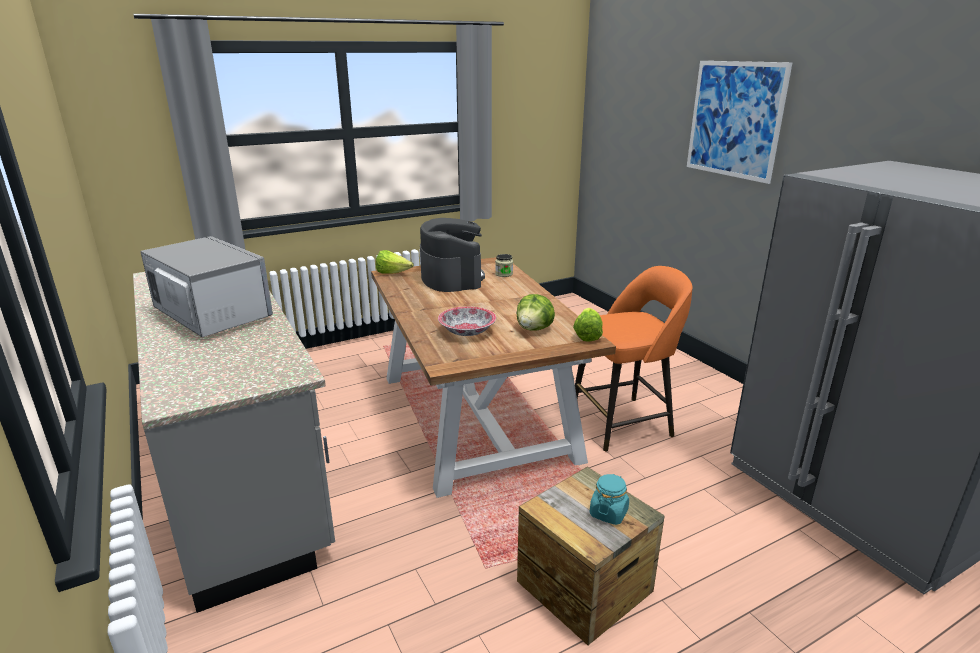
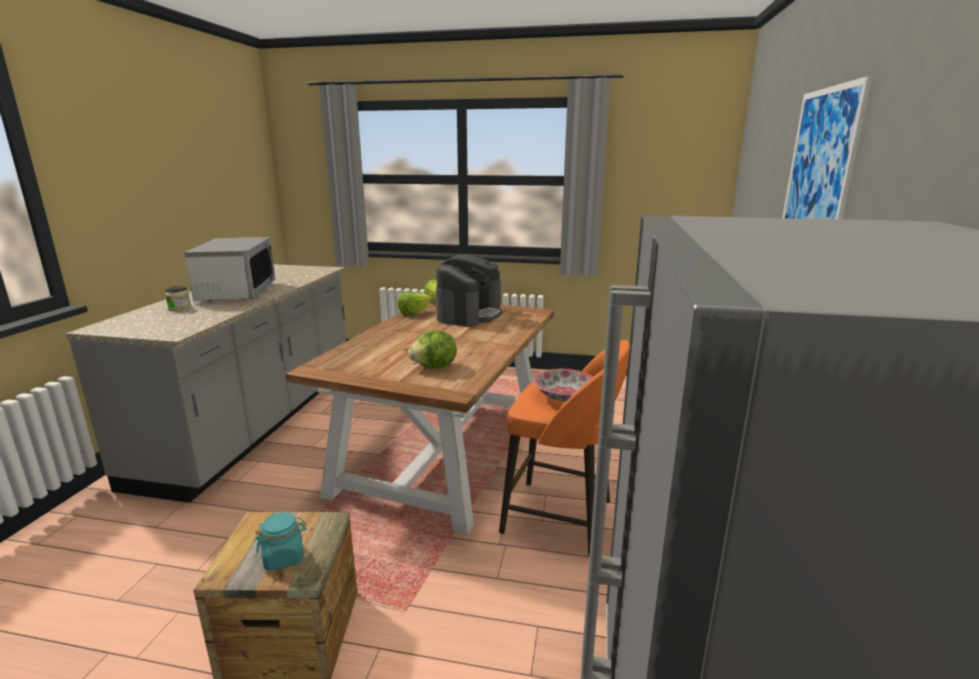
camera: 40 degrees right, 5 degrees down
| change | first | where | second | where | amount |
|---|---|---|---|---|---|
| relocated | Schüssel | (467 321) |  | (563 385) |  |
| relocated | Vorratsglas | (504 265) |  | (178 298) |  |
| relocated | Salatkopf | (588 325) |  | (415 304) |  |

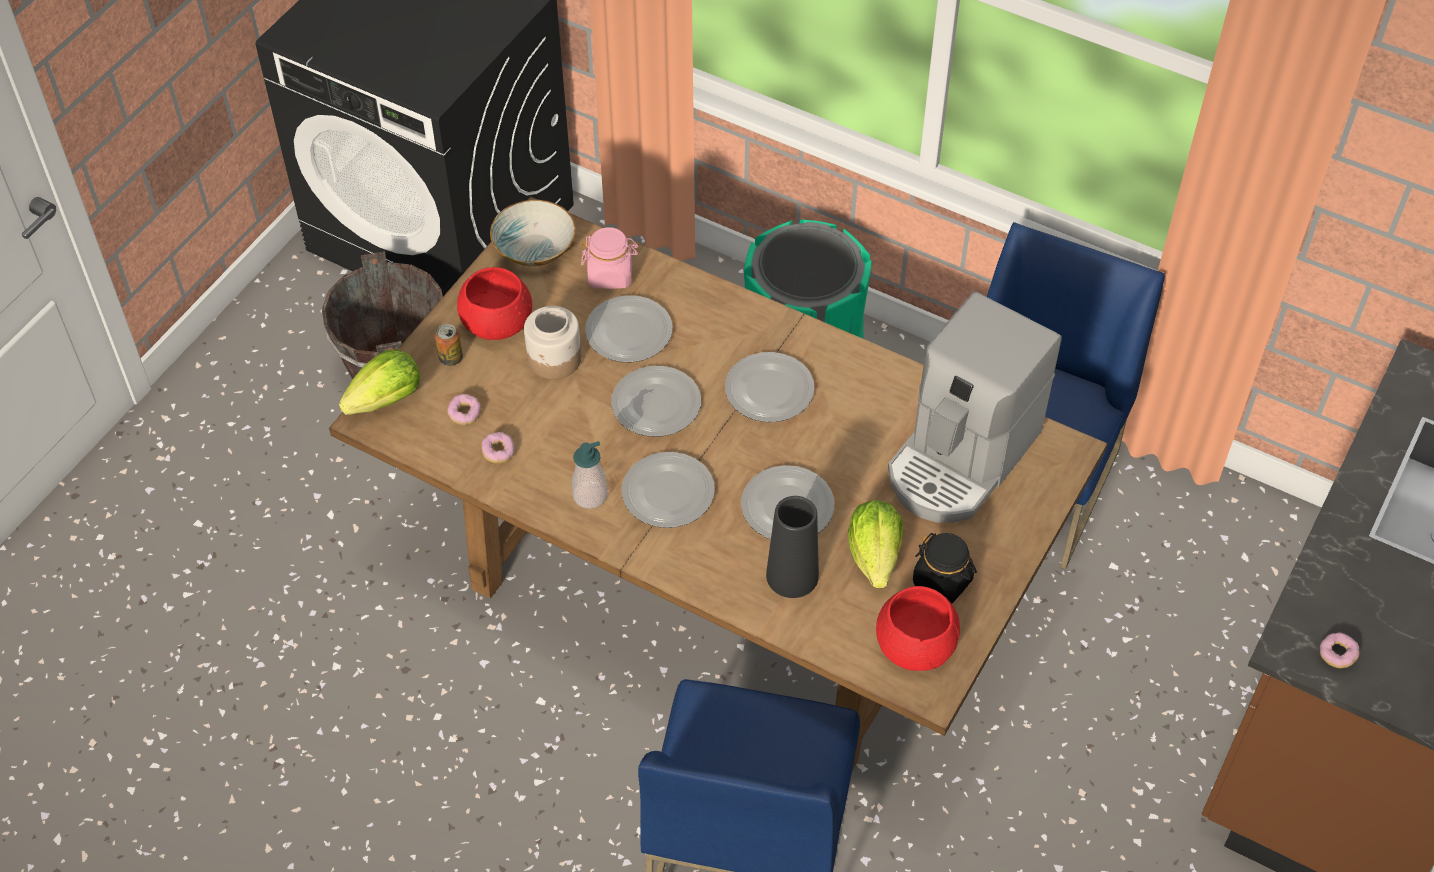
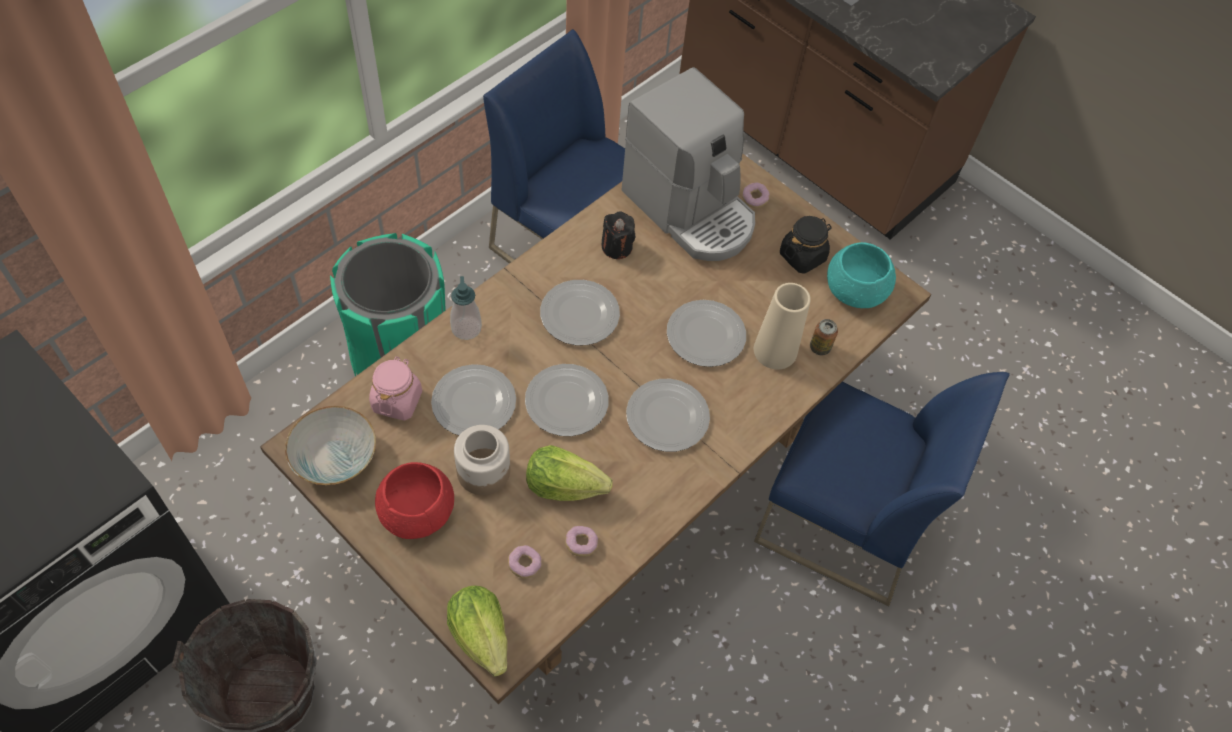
camera: 80 degrees left, 5 degrees up
| change | first | where | second | where | amount |
|---|---|---|---|---|---|
| appeared |  |  | Kerze/schwarz | (618 235) |  |
| relocated | Dose | (449 345) |  | (824 337) |  |
| relocated | Seifenspender | (590 475) |  | (466 308) |  |
| relocated | Salatkopf | (875 544) |  | (569 473) |  |
| relocated | Donut | (1340 650) |  | (756 195) |  |
| colour | Vase/schwarz | (792 547) | Vase/beige | (782 326) |  |
| colour | Schüssel/rot | (918 628) | Schüssel/türkis | (861 275) |  |

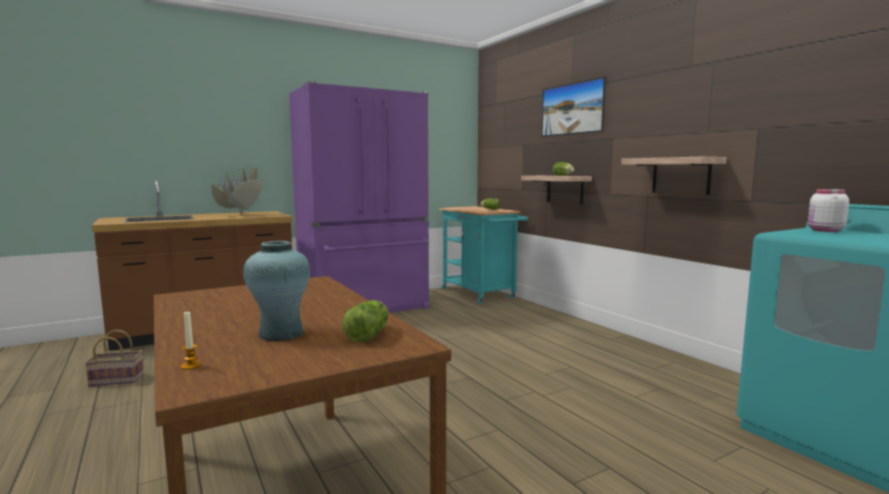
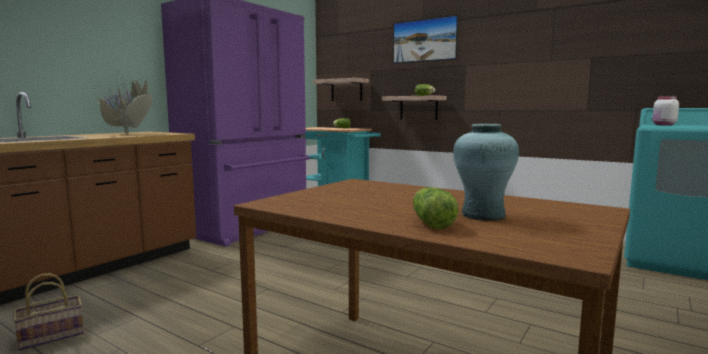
camera: 25 degrees left, 0 degrees up
| change | first | where | second | where | amount |
|---|---|---|---|---|---|
| missing | Kerze | (191 341) |  |  |  |
| relocated | Salatkopf | (365 321) |  | (435 208) |  |
| relocated | Wandregal | (674 176) |  | (341 89) |  |

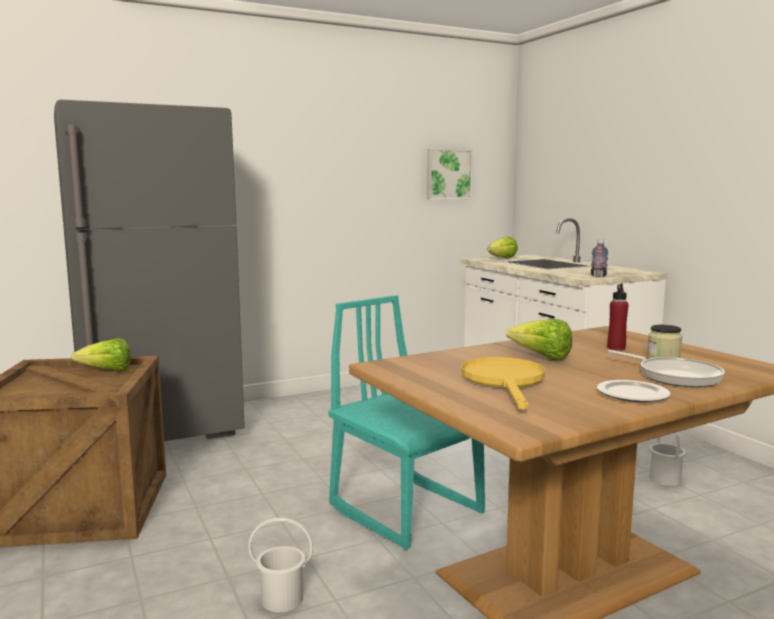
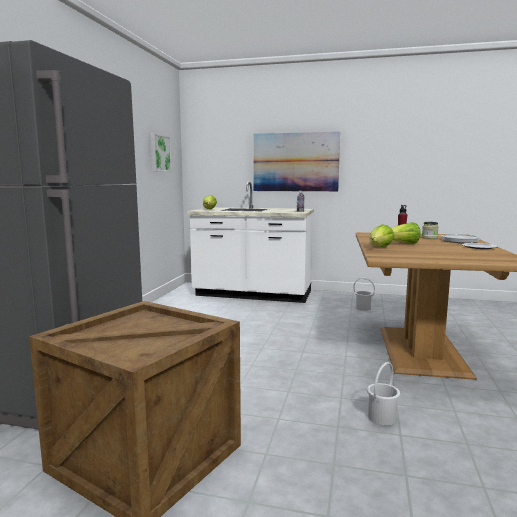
camera: 50 degrees left, 0 degrees up
| change | first | where | second | where | amount |
|---|---|---|---|---|---|
| missing | Stuhl/türkis | (407 422) |  |  |  |
| missing | Pfanne/gelb | (503 383) |  |  |  |
| appeared |  |  | Bild | (296 162) |  |
| relocated | Salatkopf | (101 354) |  | (381 235) |  |

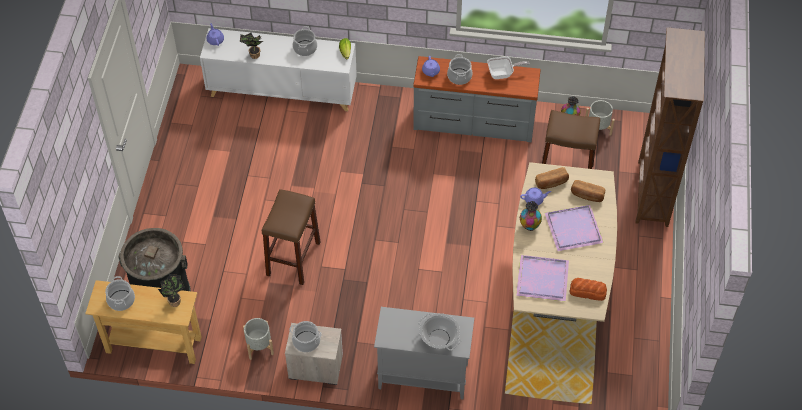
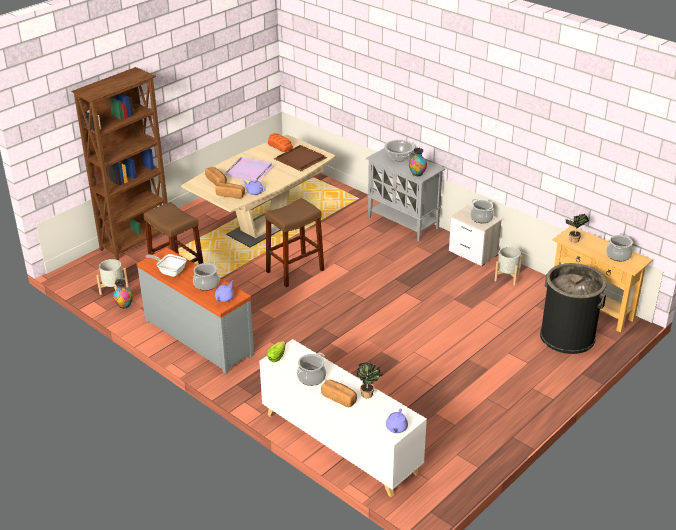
camera: 145 degrees left, 20 degrees down
| change | first | where | second | where | amount |
|---|---|---|---|---|---|
| appeared |  |  | Brot | (339 393) |  |
| relocated | Hocker/braun | (291 237) |  | (294 242) |  |
| relocated | Vase | (531 216) |  | (418 162) |  |
| colour | Tablett/lila | (542 278) | Tablett/braun | (300 158) |  |

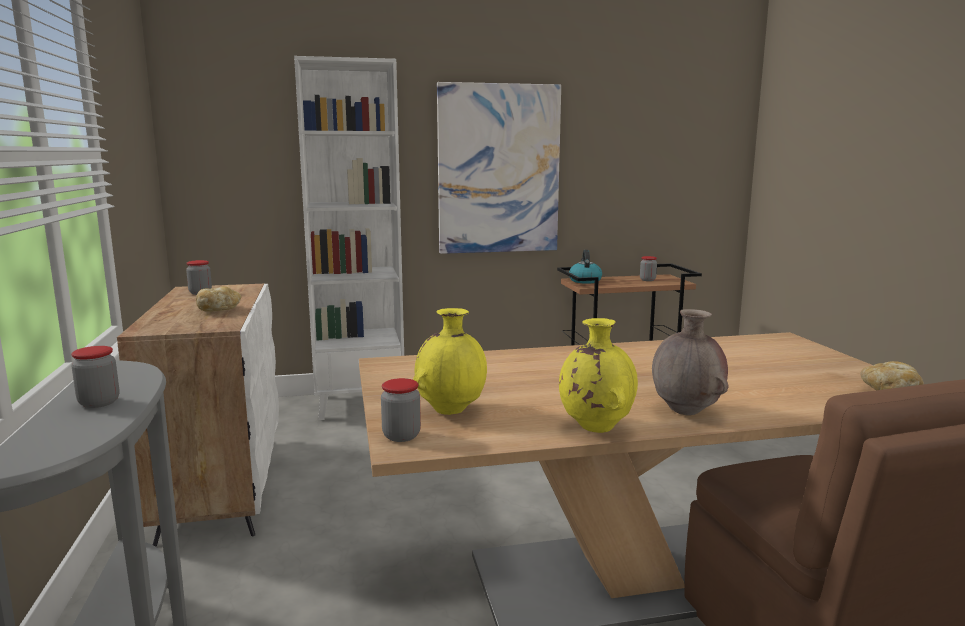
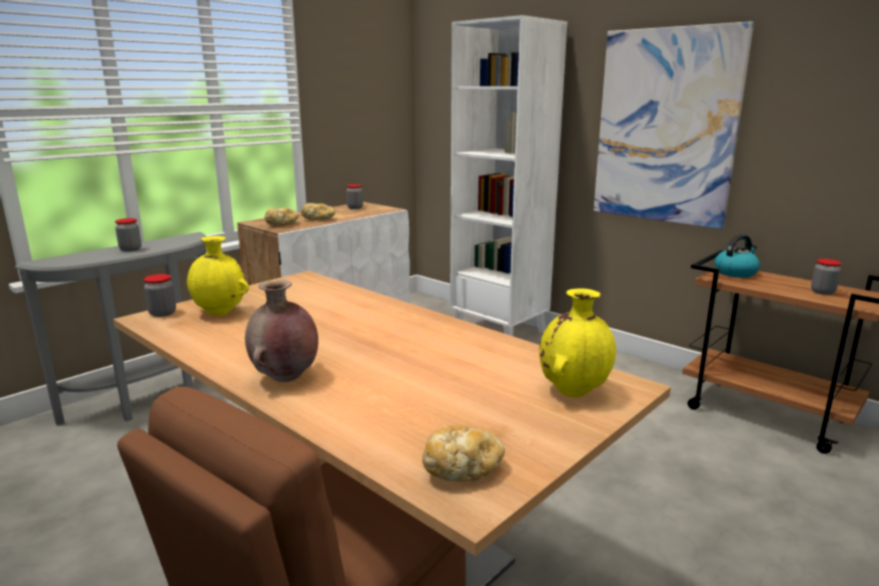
camera: 55 degrees right, 5 degrees up
| change | first | where | second | where | amount |
|---|---|---|---|---|---|
| appeared |  |  | Brot | (282 216) |  |
| relocated | Vase/gelb | (598 375) |  | (577 342) |  |

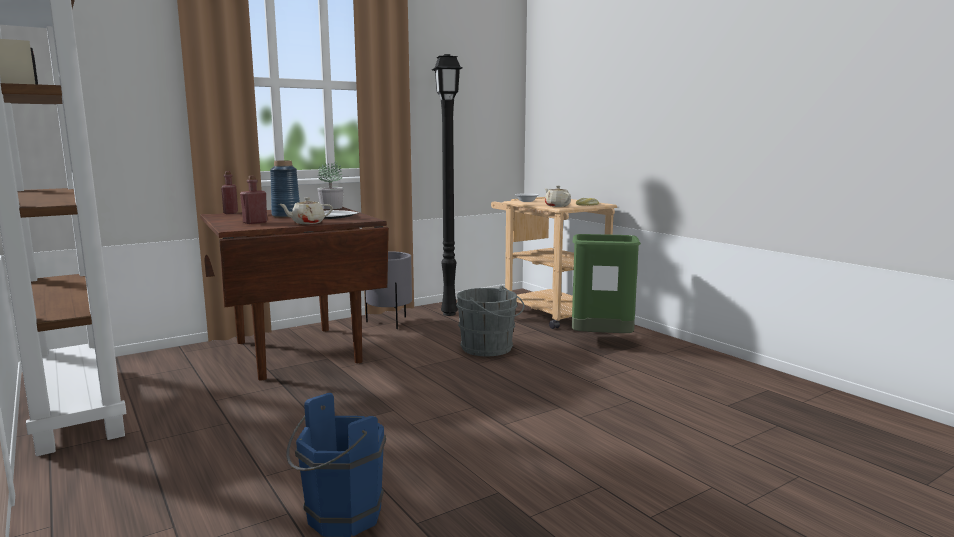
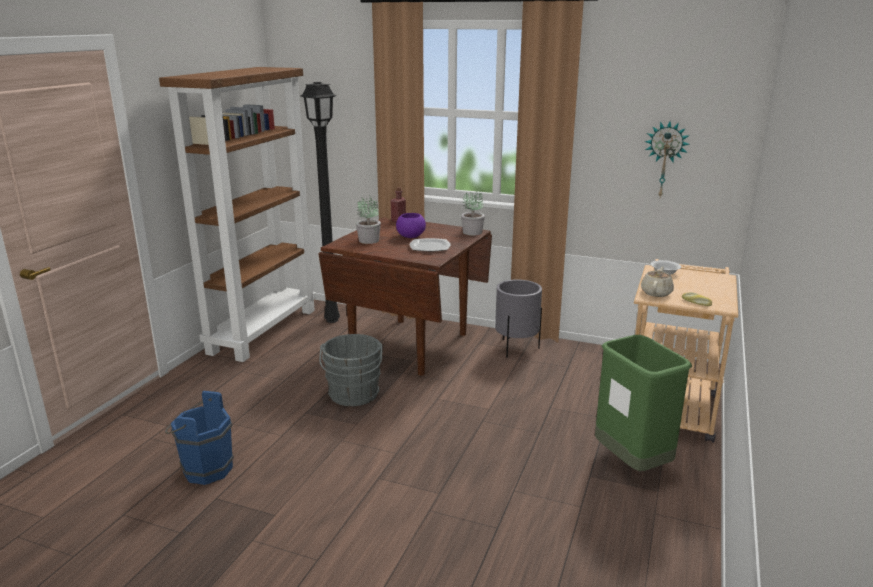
camera: 55 degrees right, 10 degrees up
| change | first | where | second | where | amount |
|---|---|---|---|---|---|
| missing | Teekanne/beige | (306 210) |  |  |  |
| appeared |  |  | Wanduhr | (667 159) |  |
| relocated | Stehlampe/schwarz | (447 185) |  | (320 202) |  |
| relocated | Eimer/grau | (490 321) |  | (350 370) |  |
| exchanged | Flasche/rot | (253 200) | Topfpflanze | (368 220) |  |
| exchanged | Vase/blau | (285 189) | Schüssel/lila | (411 225) |  |

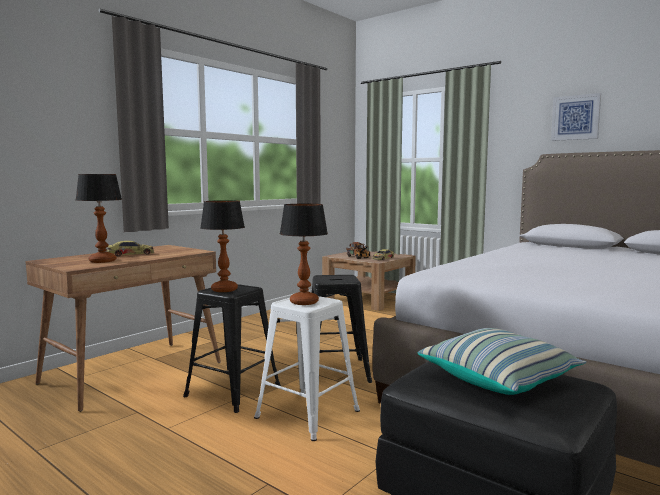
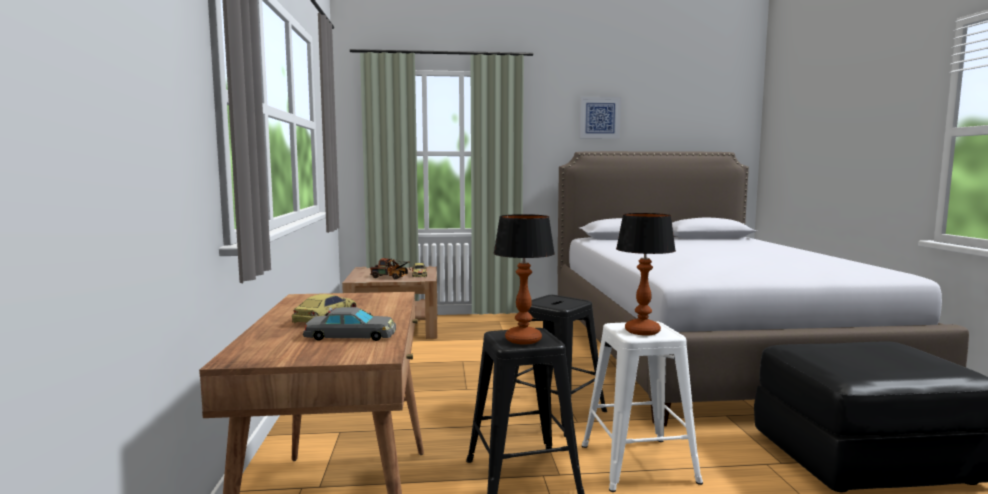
camera: 45 degrees left, 0 degrees up
| change | first | where | second | where | amount |
|---|---|---|---|---|---|
| missing | Kissen | (502 361) |  |  |  |
| exchanged | Tischlampe | (99 218) | Spielzeugauto/grau | (349 324) |  |

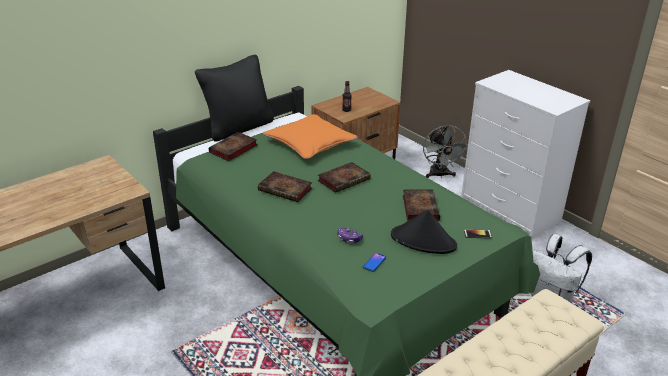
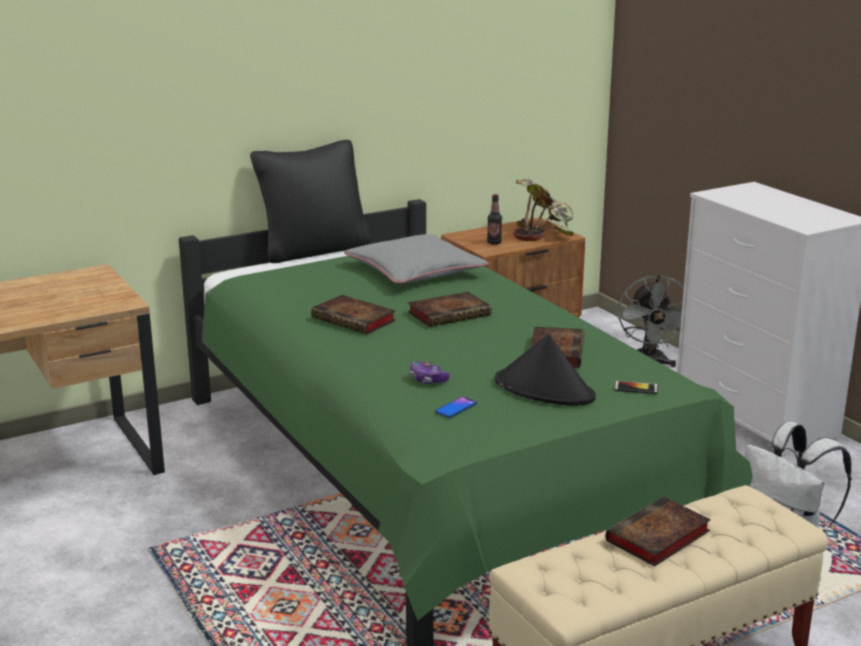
camera: 10 degrees right, 10 degrees down
| change | first | where | second | where | amount |
|---|---|---|---|---|---|
| appeared |  |  | Topfpflanze | (543 210) |  |
| relocated | Buch | (233 146) |  | (658 532) |  |
| colour | Kissen/orange | (310 136) | Kissen/grau | (416 258) |  |

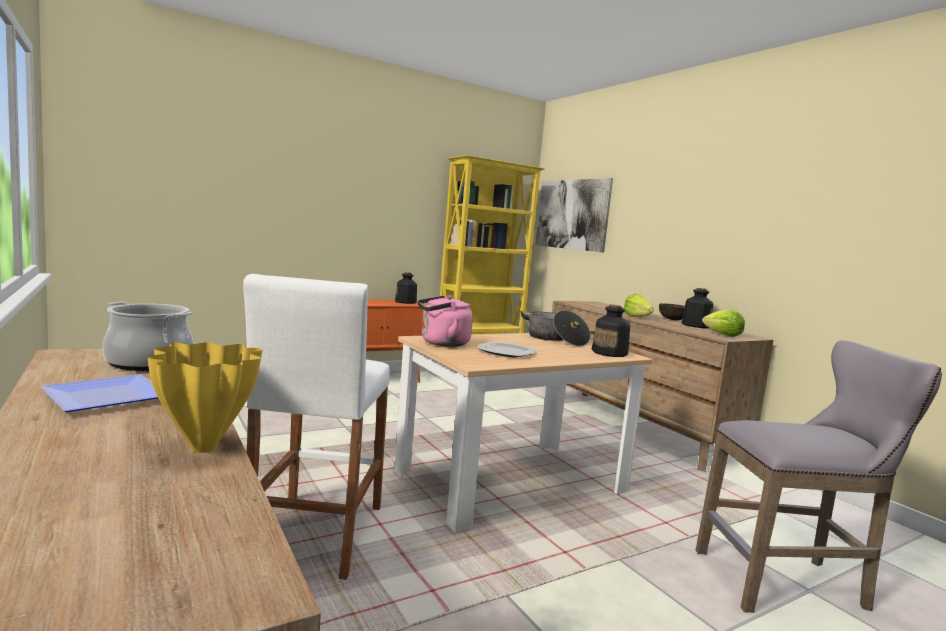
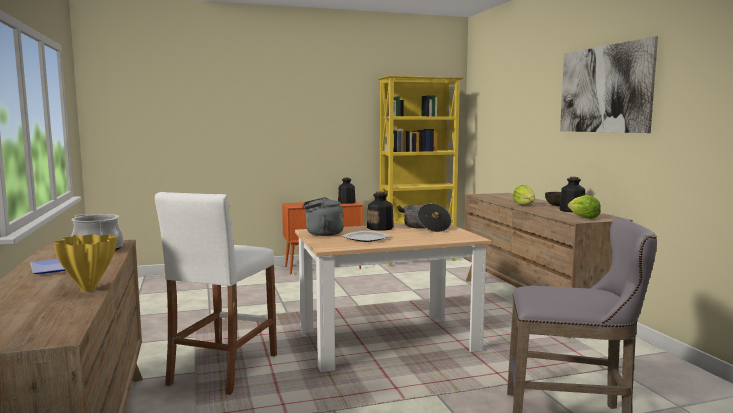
camera: 15 degrees right, 0 degrees up
| change | first | where | second | where | amount |
|---|---|---|---|---|---|
| relocated | Bild | (574 215) |  | (609 84) |  |
| relocated | Flasche | (611 331) |  | (380 211) |  |
| colour | Wasserkessel/rosa | (445 321) | Wasserkessel/grau | (323 216) |  |

